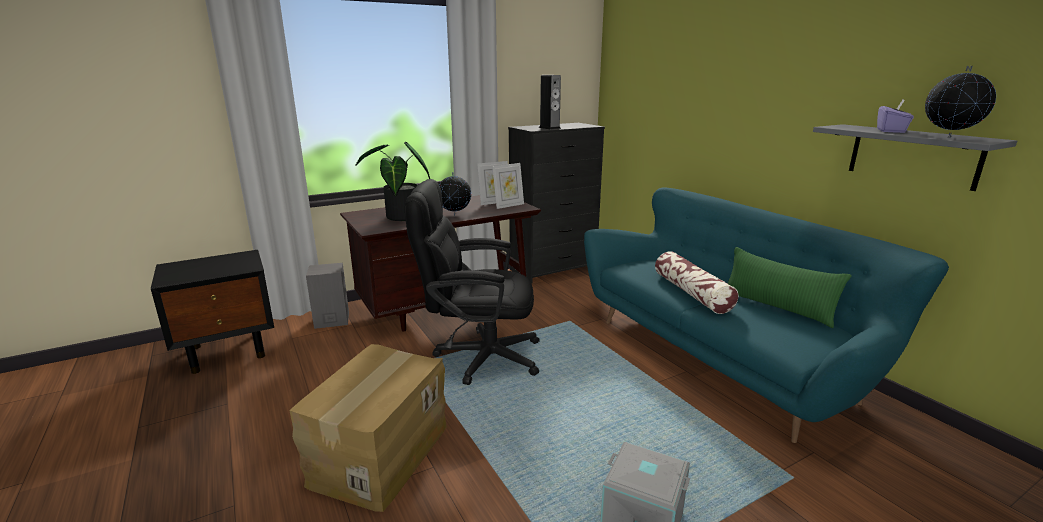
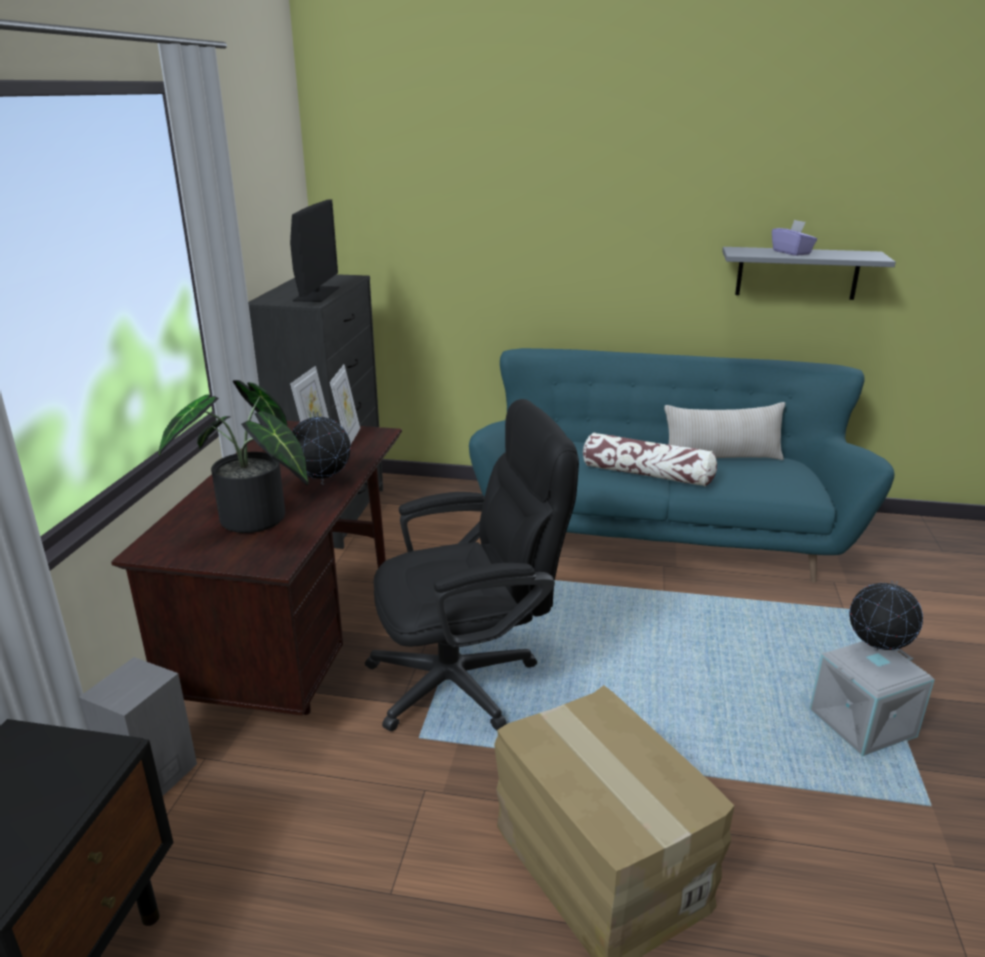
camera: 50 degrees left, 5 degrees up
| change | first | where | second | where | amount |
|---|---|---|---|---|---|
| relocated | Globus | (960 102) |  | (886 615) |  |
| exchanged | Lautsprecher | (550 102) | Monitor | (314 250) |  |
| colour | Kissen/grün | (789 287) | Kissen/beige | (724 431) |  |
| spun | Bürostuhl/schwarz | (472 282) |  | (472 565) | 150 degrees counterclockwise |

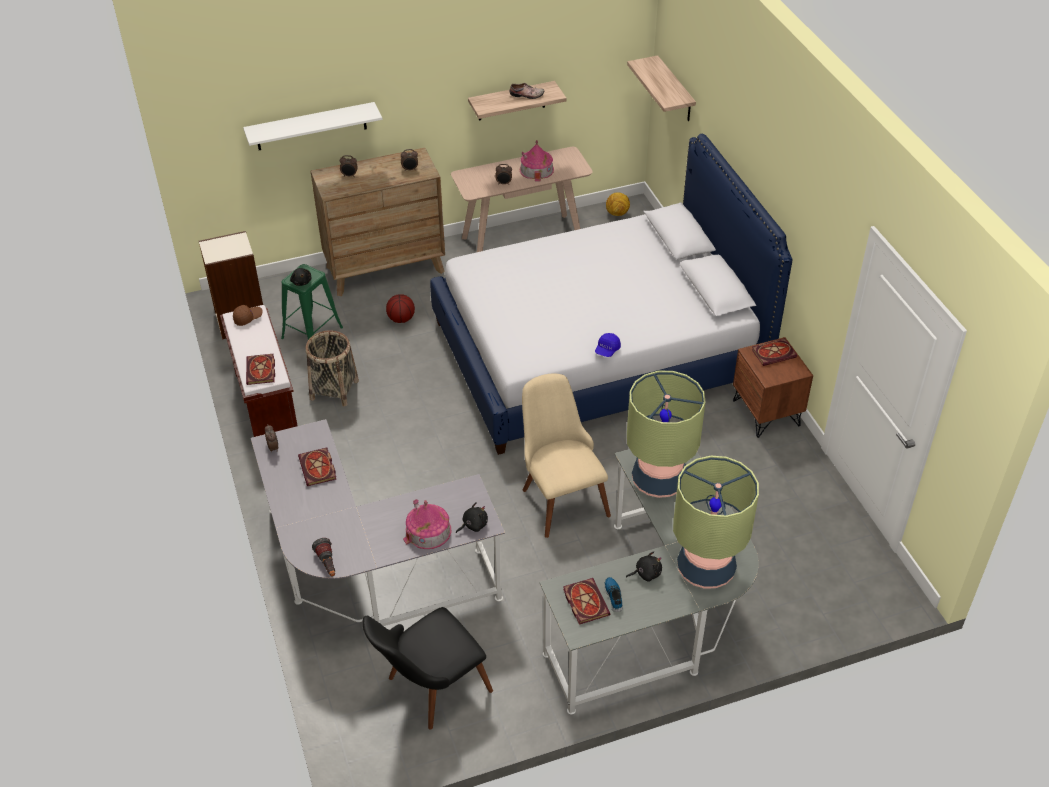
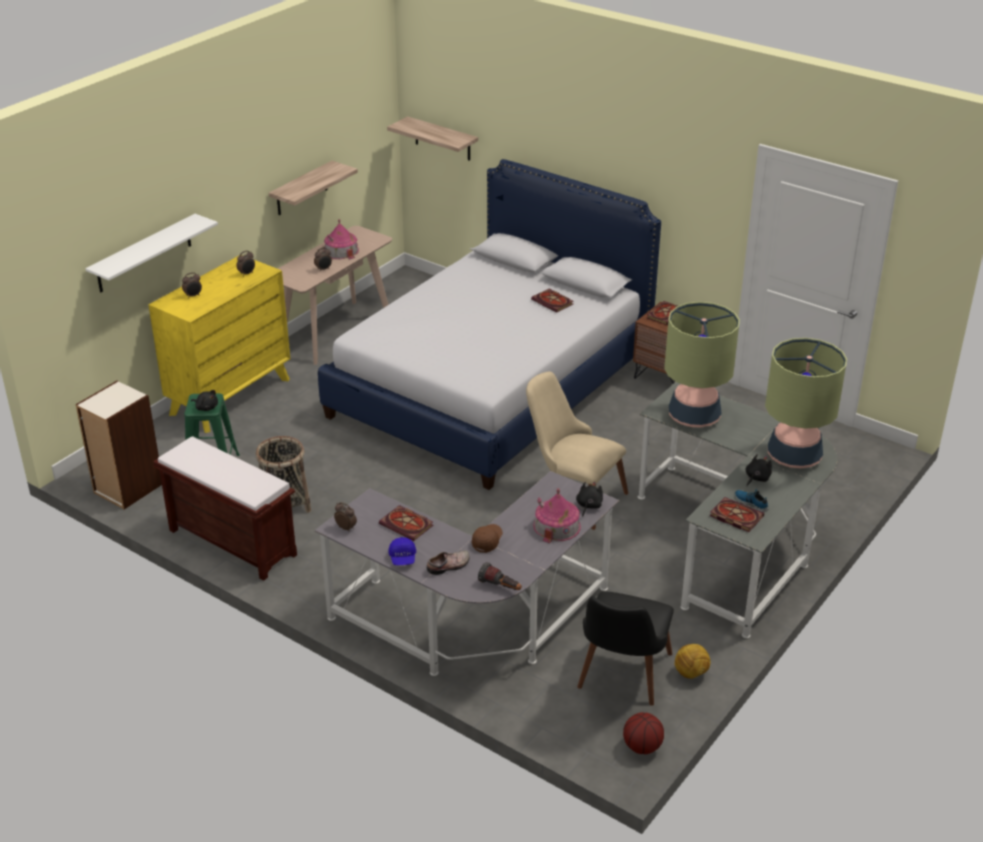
camera: 35 degrees left, 10 degrees down
| change | first | where | second | where | amount |
|---|---|---|---|---|---|
| relocated | Kappe/braun | (248 315) |  | (487 538) |  |
| relocated | Buch | (260 369) |  | (552 301) |  |
| relocated | Basketball | (400 308) |  | (643 733) |  |
| relocated | Schuh | (527 91) |  | (448 562) |  |
| relocated | Kappe/blau | (608 345) |  | (402 551) |  |
| relocated | Fußball | (618 204) |  | (692 661) |  |
| colour | Kommode/braun | (378 222) | Kommode/gelb | (219 344) |  |

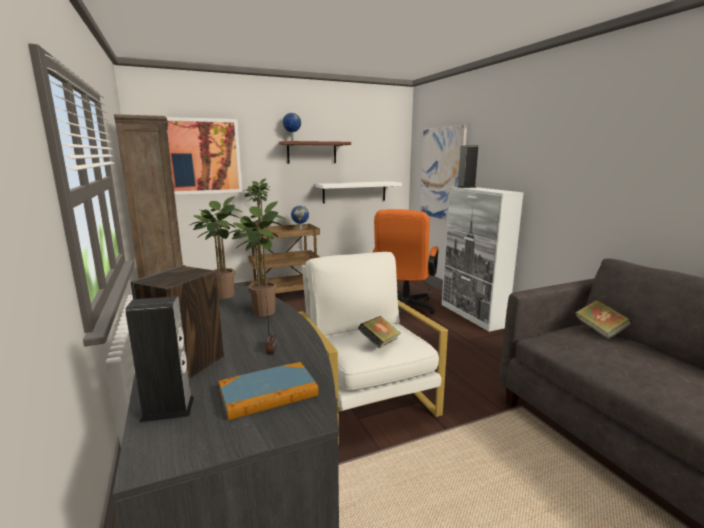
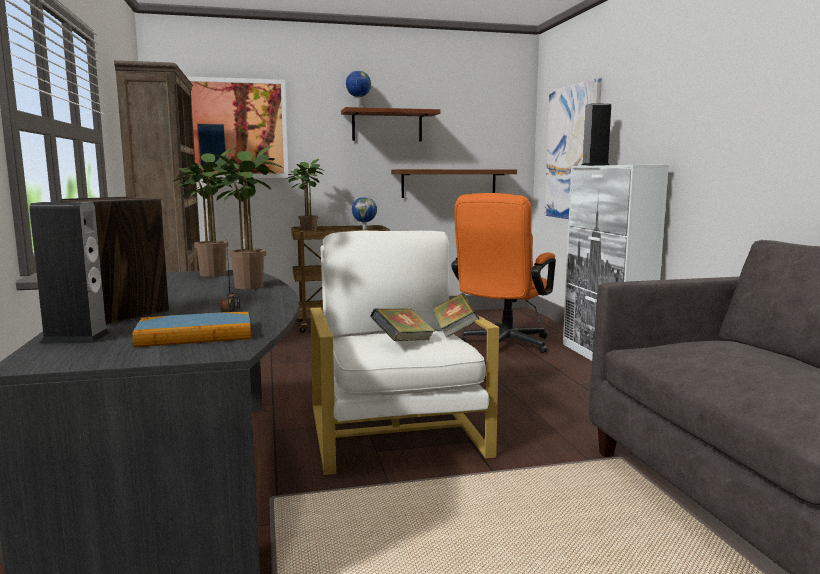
camera: 10 degrees right, 5 degrees down
| change | first | where | second | where | amount |
|---|---|---|---|---|---|
| relocated | Buch | (603 319) |  | (456 315) |  |
| colour | Wandregal/weiß | (358 192) | Wandregal/braun | (454 183) |  |

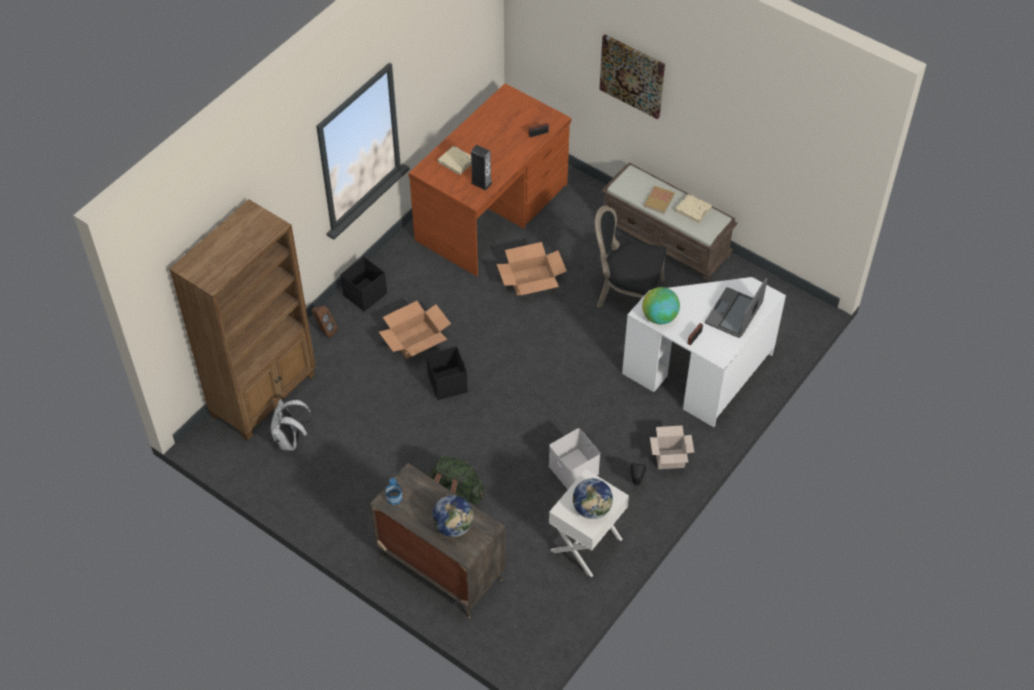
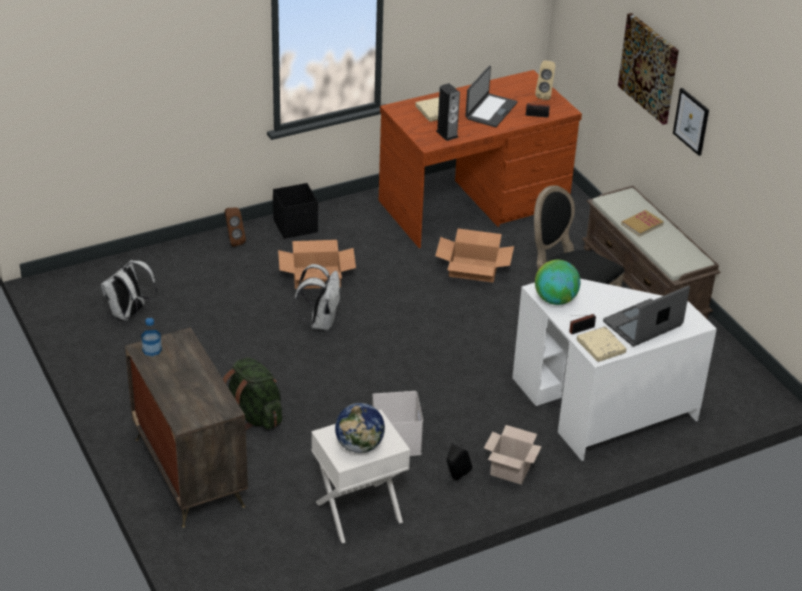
camera: 25 degrees right, 15 degrees down
| change | first | where | second | where | amount |
|---|---|---|---|---|---|
| missing | Bücherregal/braun | (242 320) |  |  |  |
| missing | Globus | (453 516) |  |  |  |
| appeared |  |  | Laptop | (491 96) |  |
| appeared |  |  | Lautsprecher/beige | (545 80) |  |
| appeared |  |  | Bild | (691 122) |  |
| relocated | Buch/beige | (693 208) |  | (602 344) |  |
| exchanged | Aufbewahrungsbox/schwarz | (447 373) | Rucksack/weiß | (316 297) |  |

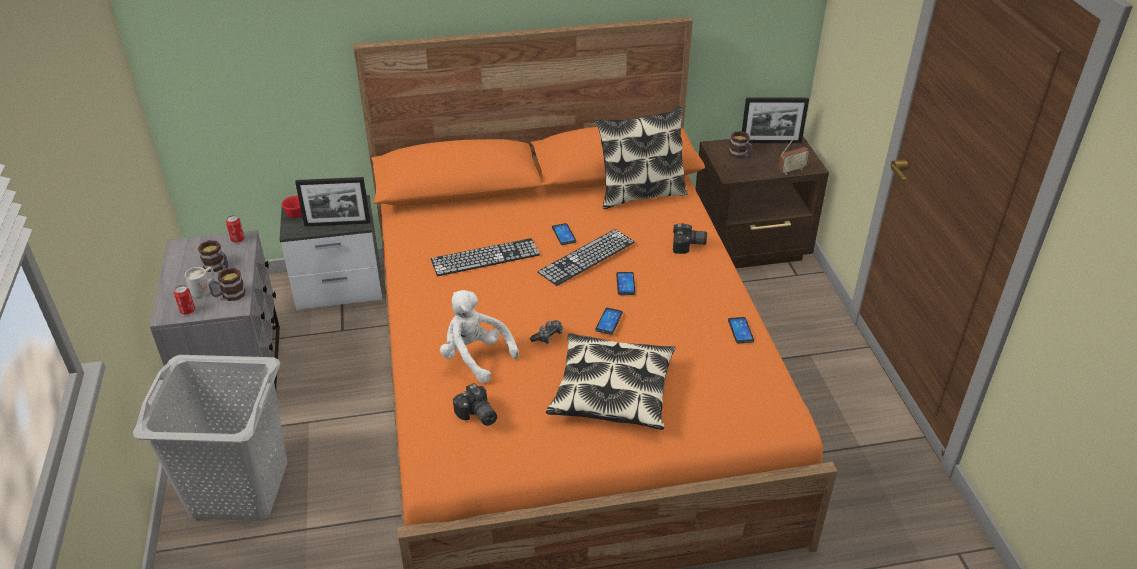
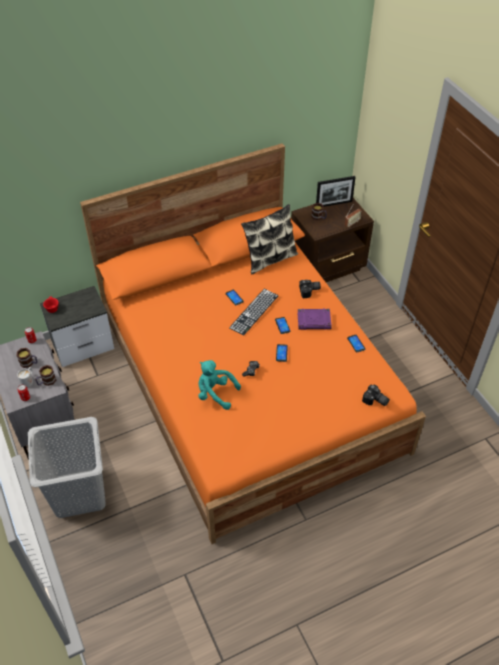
camera: 15 degrees left, 10 degrees up
| change | first | where | second | where | amount |
|---|---|---|---|---|---|
| missing | Bilderrahmen | (332 202) |  |  |  |
| missing | Tastatur | (485 257) |  |  |  |
| missing | Kissen | (611 381) |  |  |  |
| appeared |  |  | Buch/lila | (314 319) |  |
| relocated | Kamera | (475 404) |  | (376 395) |  |
| colour | Plüschtier/weiß | (479 336) | Plüschtier/türkis | (219 385) |  |

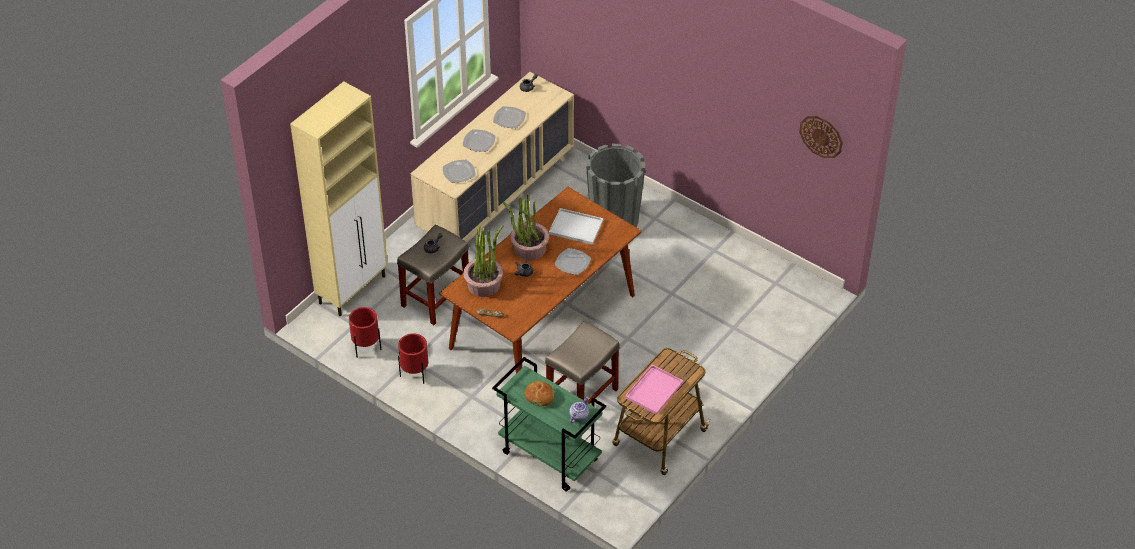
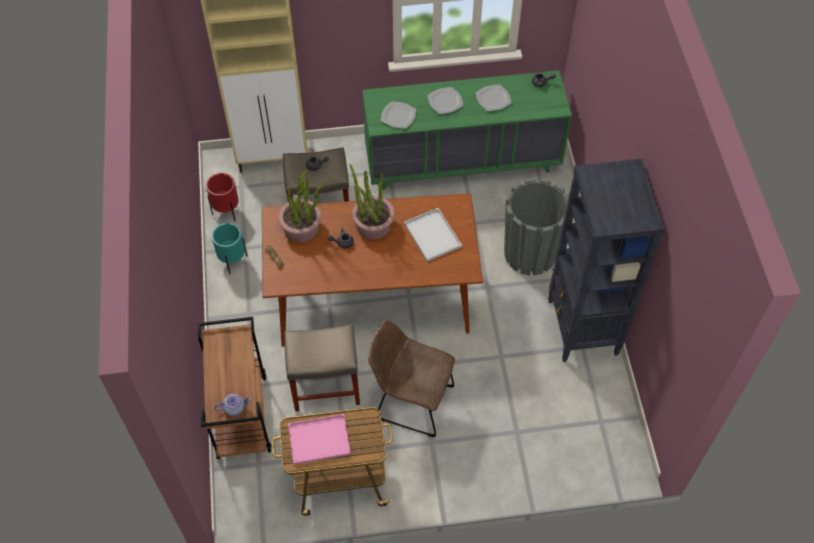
camera: 45 degrees right, 10 degrees up
| change | first | where | second | where | amount |
|---|---|---|---|---|---|
| missing | Brot | (539 393) |  |  |  |
| missing | Teller | (572 261) |  |  |  |
| missing | Wanduhr | (821 137) |  |  |  |
| appeared |  |  | Stuhl/braun | (411 378) |  |
| appeared |  |  | Bücherregal/schwarz | (606 260) |  |
| colour | Pflanzkübel/rot | (413 358) | Pflanzkübel/türkis | (229 248) |  |
| colour | Kommode/beige | (492 157) | Kommode/grün | (467 130) |  |
| colour | Rollwagen/grün | (549 424) | Rollwagen/braun | (234 388) |  |

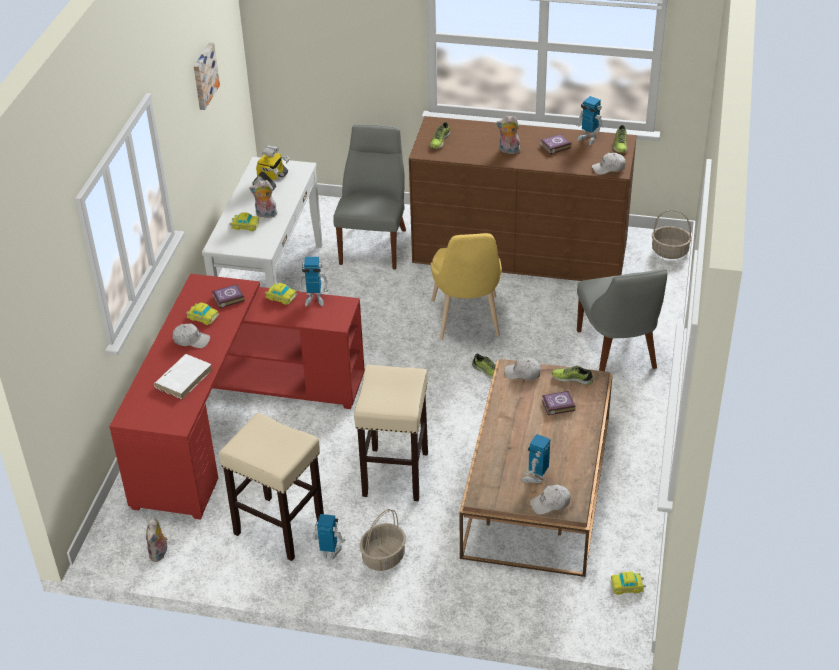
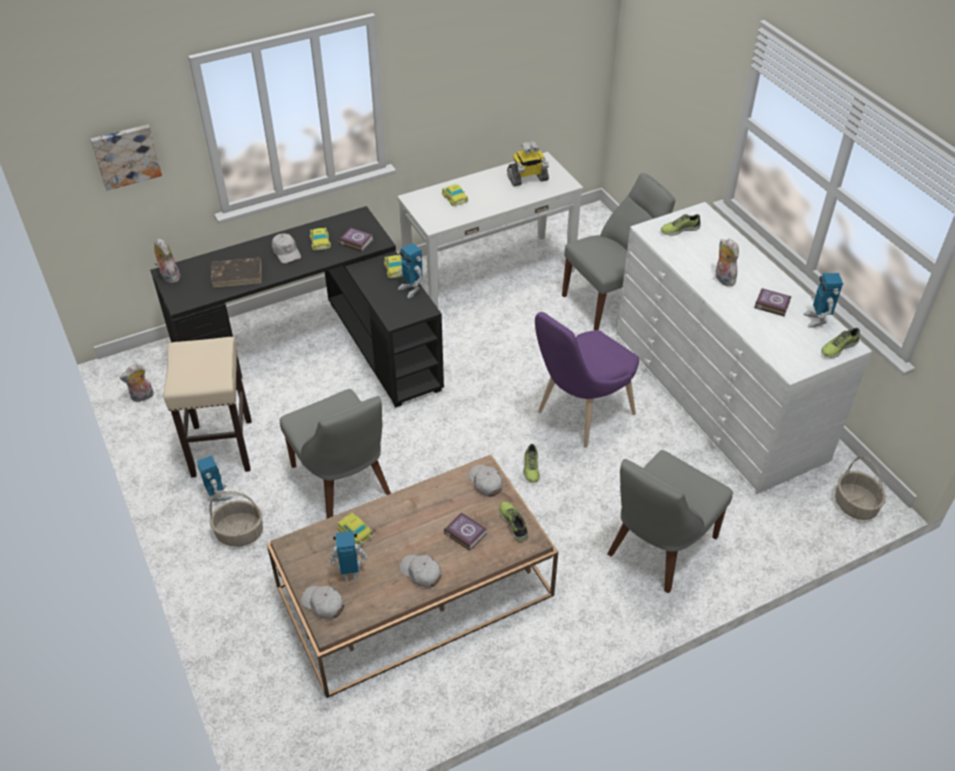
camera: 50 degrees right, 5 degrees up
| change | first | where | second | where | amount |
|---|---|---|---|---|---|
| relocated | Bild | (207 76) |  | (126 157) |  |
| relocated | Plüschtier | (263 199) |  | (167 260) |  |
| relocated | Kappe/weiß | (609 164) |  | (420 571) |  |
| relocated | Spielzeugauto | (628 583) |  | (355 529) |  |
| exchanged | Hocker/beige | (391 433) | Stuhl/grau | (335 453) |  |
| colour | Schreibtisch/rot | (237 396) | Schreibtisch/schwarz | (297 306) |  |
| colour | Buch/weiß | (183 376) | Buch/braun | (236 273) |  |
| colour | Kommode/braun | (523 198) | Kommode/weiß | (744 348) |  |
| colour | Stuhl/gelb | (466 286) | Stuhl/lila | (587 380) |  |

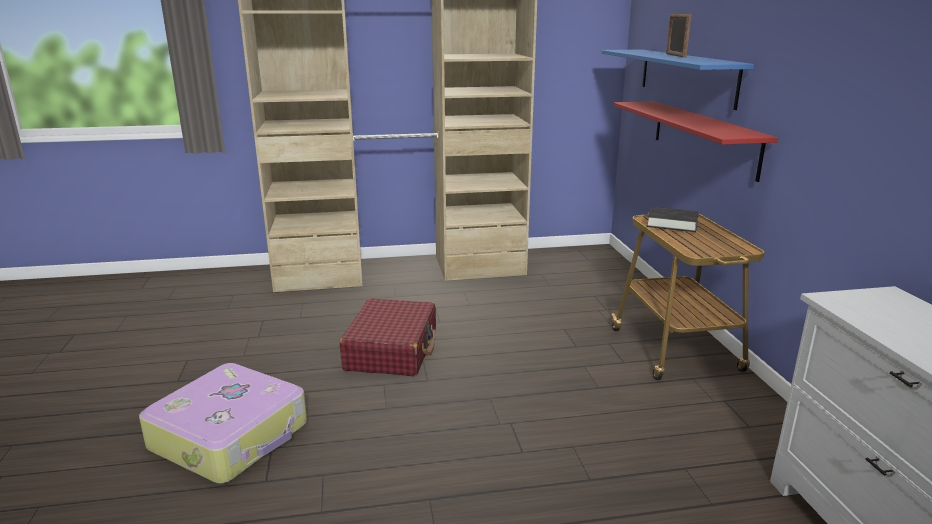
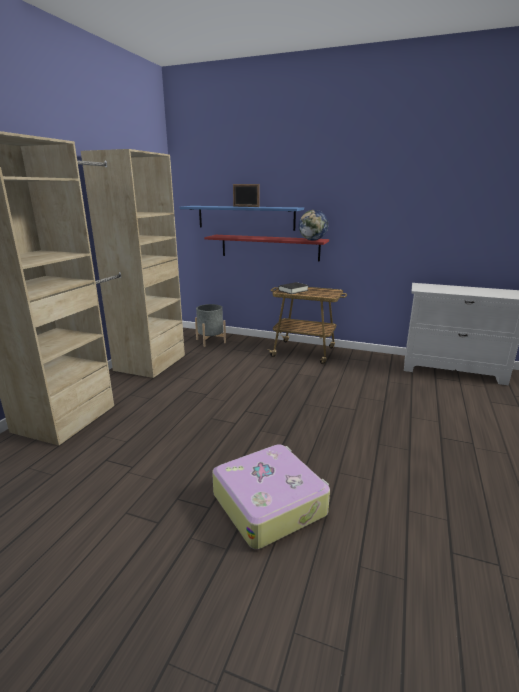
camera: 60 degrees left, 0 degrees up
| change | first | where | second | where | amount |
|---|---|---|---|---|---|
| missing | Koffer/rot | (388 337) |  |  |  |
| appeared |  |  | Pflanzkübel/grau | (210 325) |  |
| appeared |  |  | Globus | (313 225) |  |

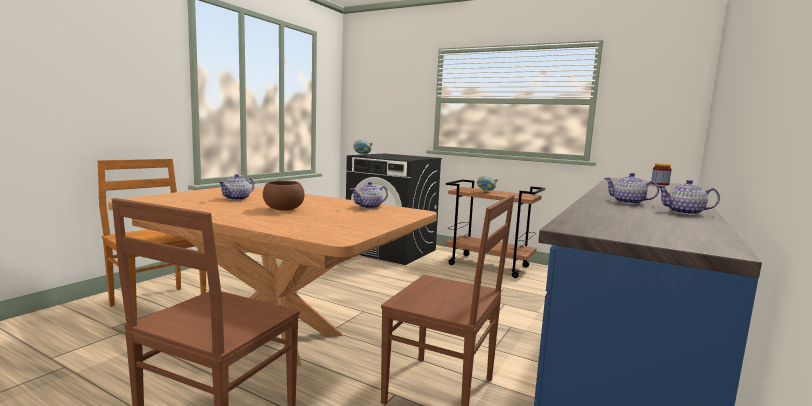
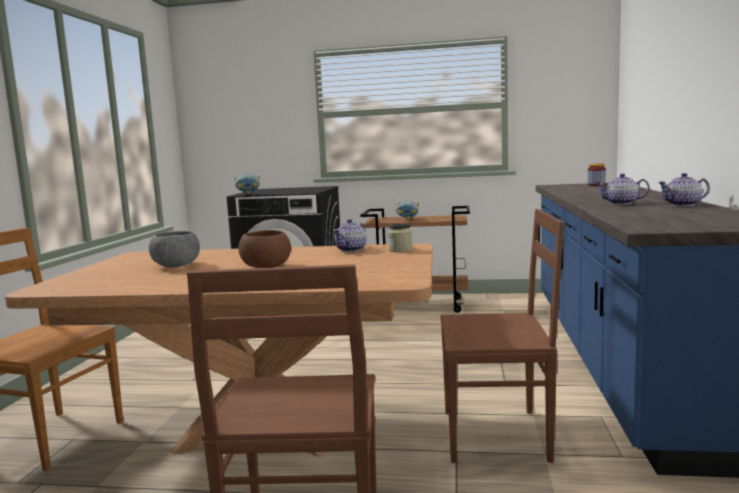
camera: 20 degrees left, 0 degrees up
| change | first | where | second | where | amount |
|---|---|---|---|---|---|
| appeared |  |  | Vorratsglas | (400 238) |  |
| exchanged | Teekanne | (236 187) | Schüssel/grau | (174 249) |  |

